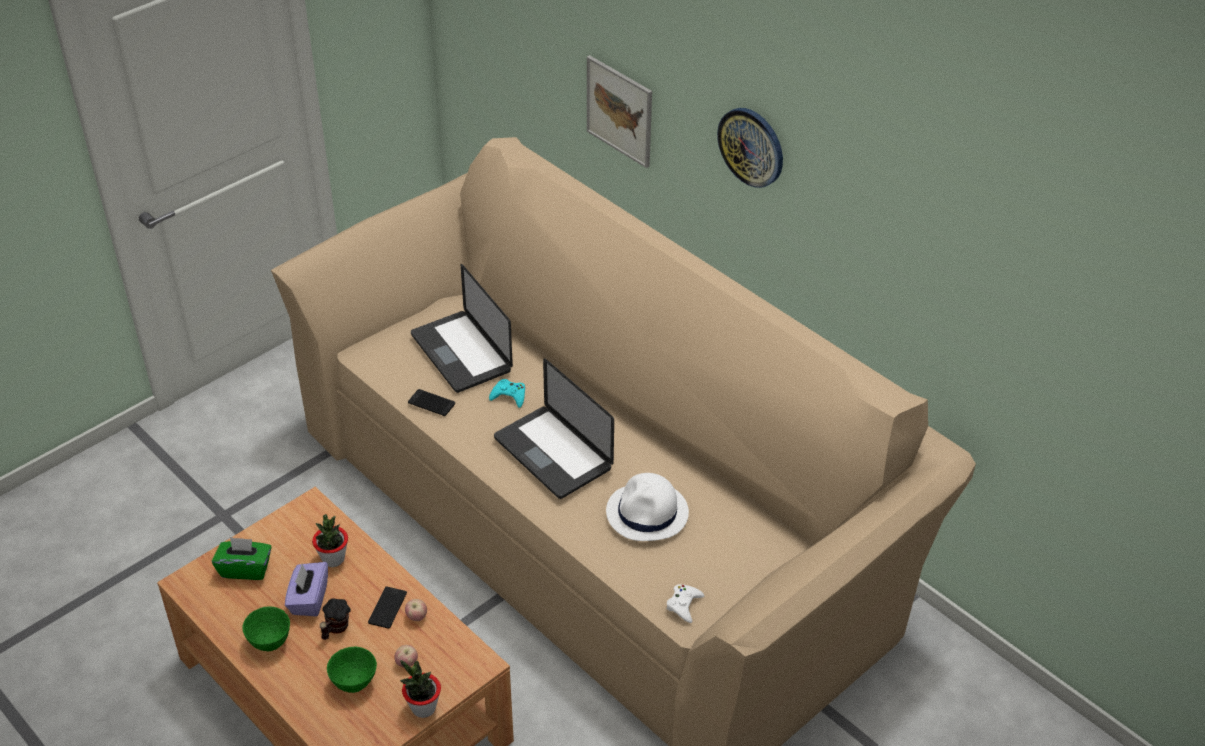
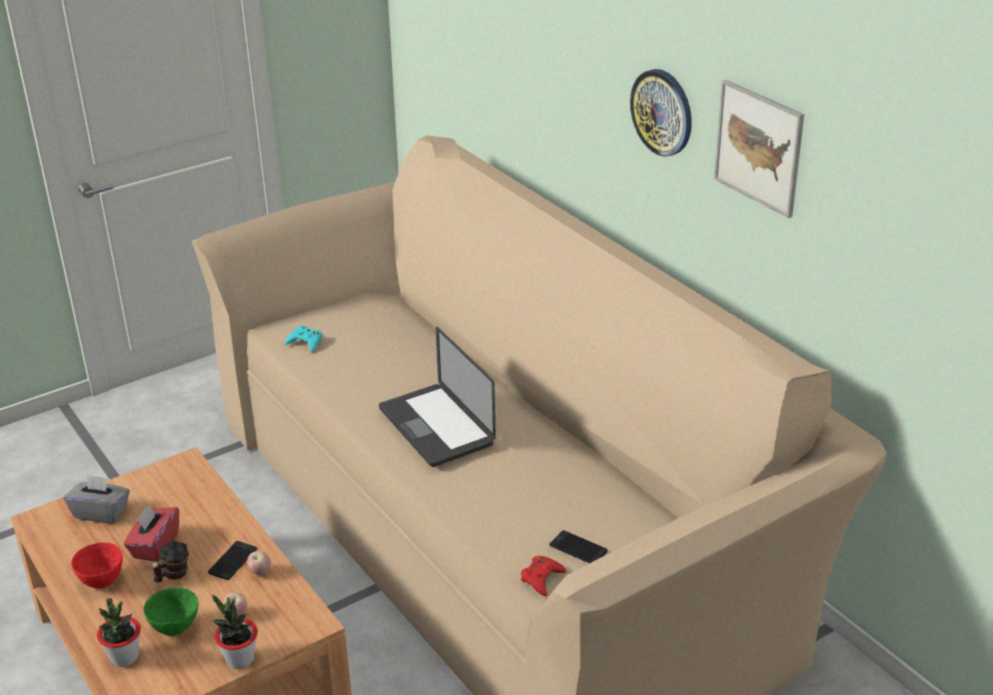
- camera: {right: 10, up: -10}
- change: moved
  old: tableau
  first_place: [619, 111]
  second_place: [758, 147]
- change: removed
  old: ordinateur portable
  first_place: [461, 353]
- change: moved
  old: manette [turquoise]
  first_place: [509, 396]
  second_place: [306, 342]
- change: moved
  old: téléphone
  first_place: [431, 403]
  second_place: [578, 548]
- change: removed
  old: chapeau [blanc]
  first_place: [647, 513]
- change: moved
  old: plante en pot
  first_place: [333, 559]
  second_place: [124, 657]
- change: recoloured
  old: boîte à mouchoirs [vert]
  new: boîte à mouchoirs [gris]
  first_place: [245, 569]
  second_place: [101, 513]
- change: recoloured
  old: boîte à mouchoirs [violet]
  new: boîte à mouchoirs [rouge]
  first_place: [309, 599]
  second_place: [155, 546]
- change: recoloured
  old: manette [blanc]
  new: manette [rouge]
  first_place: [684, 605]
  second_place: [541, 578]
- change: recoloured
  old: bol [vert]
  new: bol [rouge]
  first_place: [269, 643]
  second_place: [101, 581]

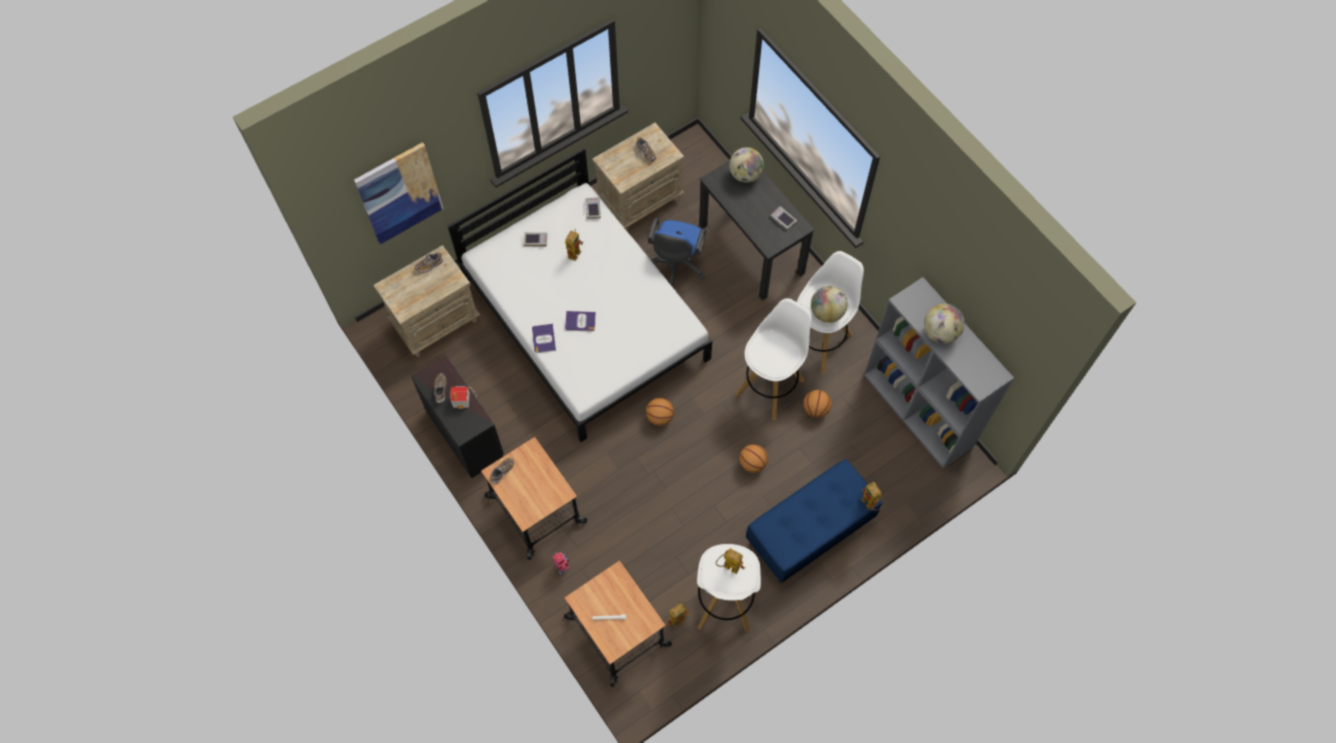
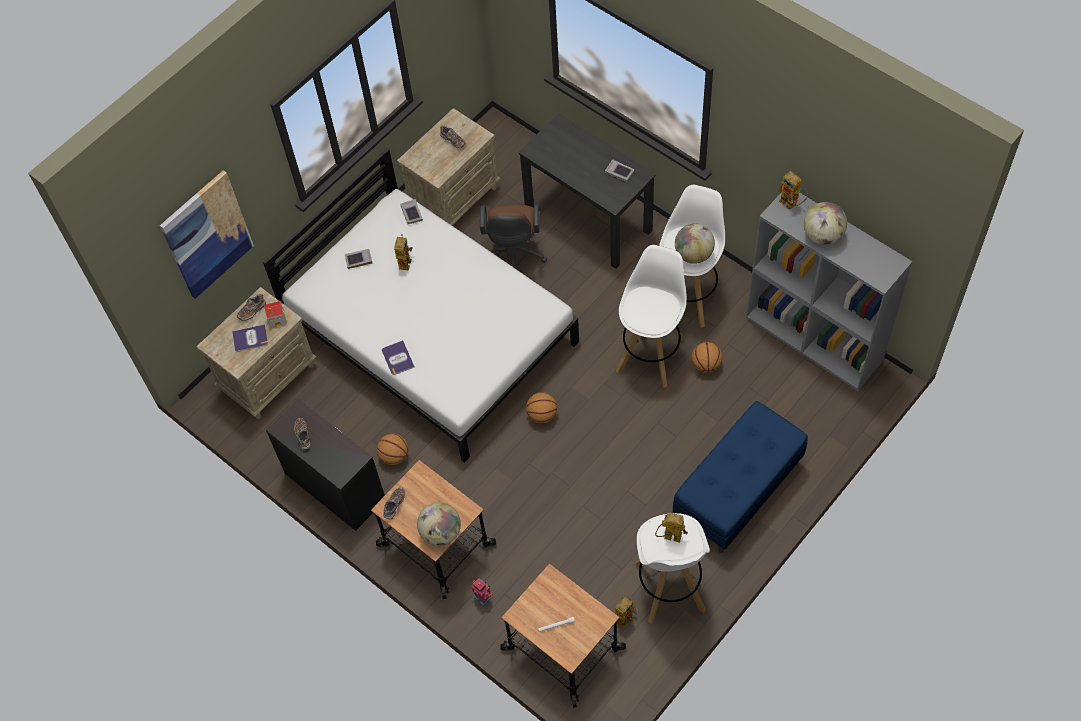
- camera: {right: -10, up: -5}
- change: moved
  old: globe
  first_place: [745, 175]
  second_place: [441, 533]
- change: recoloured
  old: chaise de bureau [bleu]
  new: chaise de bureau [marron]
  first_place: [676, 266]
  second_place: [513, 256]
- change: moved
  old: livre
  first_place: [580, 321]
  second_place: [250, 338]
- change: moved
  old: maison miniature
  first_place: [461, 400]
  second_place: [277, 318]
- change: moved
  old: ballon de basket
  first_place: [752, 463]
  second_place: [394, 456]
- change: moved
  old: robot jouet
  first_place: [871, 504]
  second_place: [792, 203]

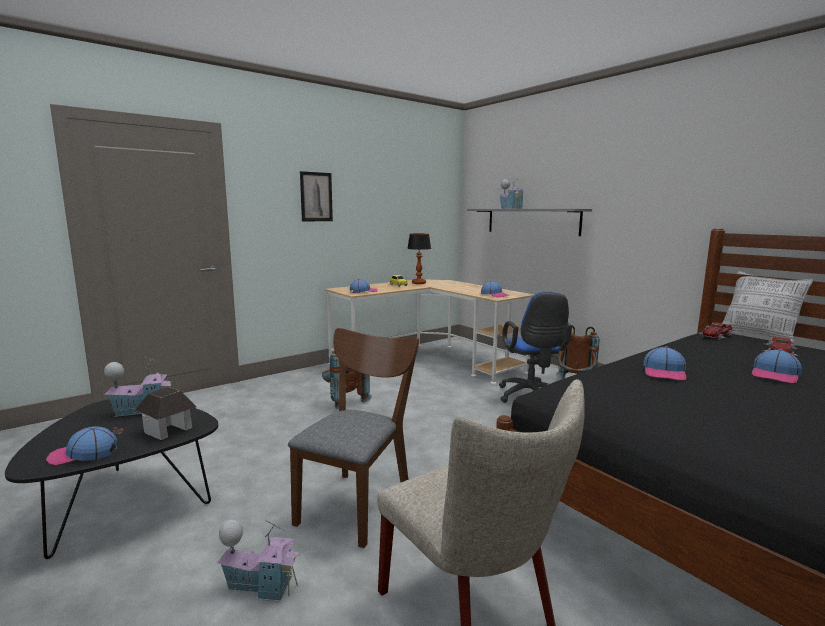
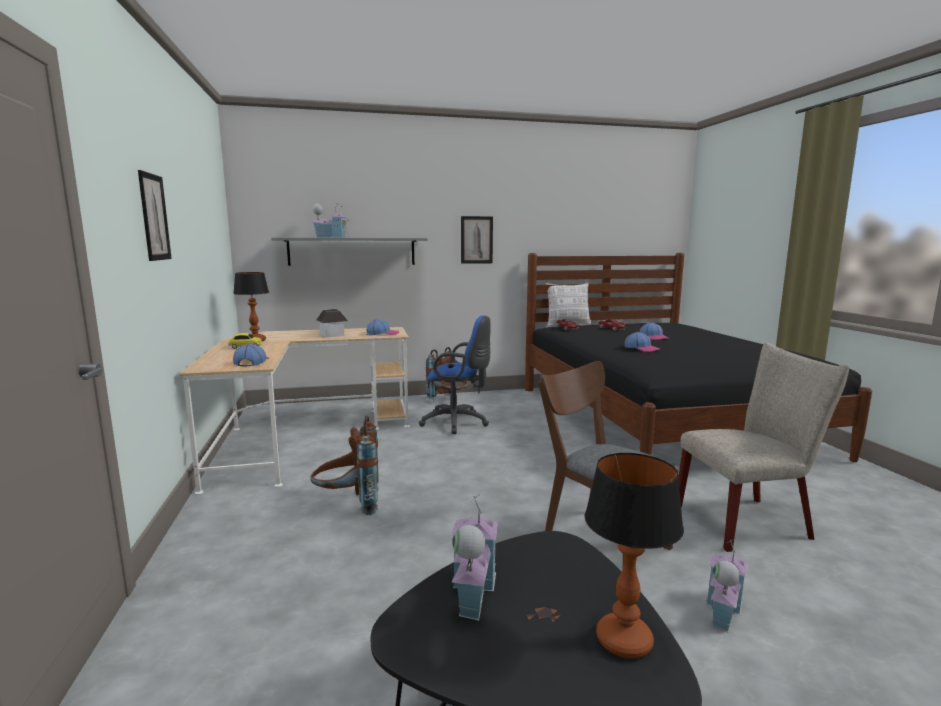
- camera: {right: -65, up: 0}
- change: moved
  old: maison miniature
  first_place: [168, 430]
  second_place: [332, 335]
- change: replaced
  old: casquette
  new: lampe de table
  first_place: [83, 454]
  second_place: [624, 640]
- change: added
  new: tableau
  second_place: [476, 240]

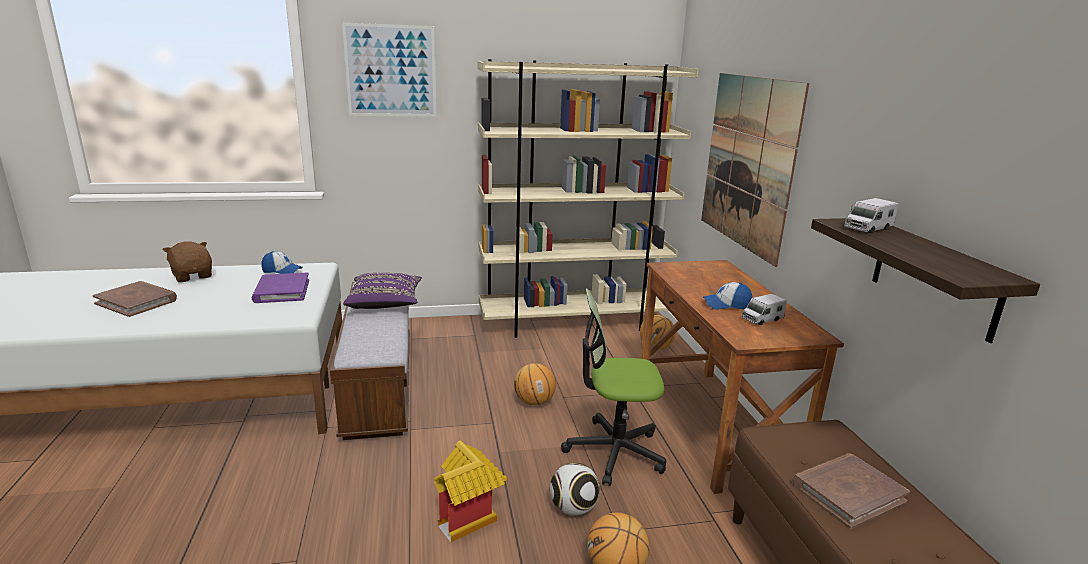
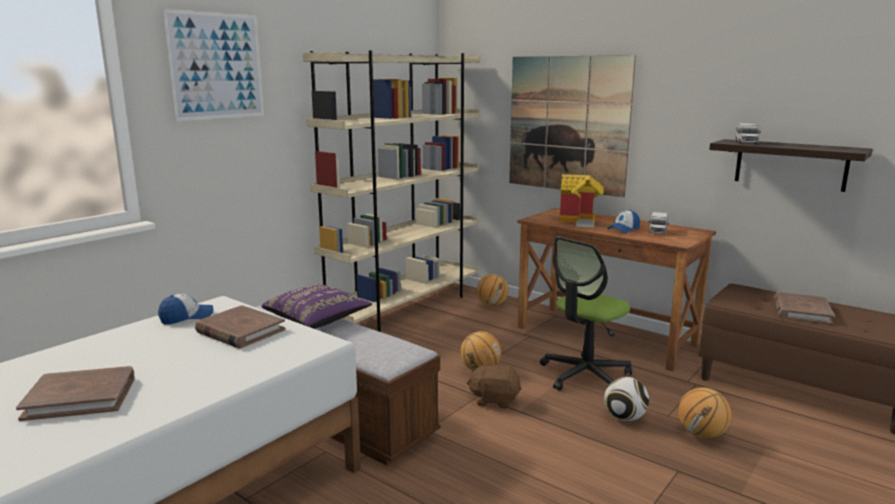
- camera: {right: -40, up: -5}
- change: moved
  old: peluche [marron]
  first_place: [193, 276]
  second_place: [494, 400]
- change: recoloured
  old: livre [violet]
  new: livre [marron]
  first_place: [282, 291]
  second_place: [240, 331]
- change: moved
  old: maison miniature
  first_place: [469, 518]
  second_place: [582, 222]

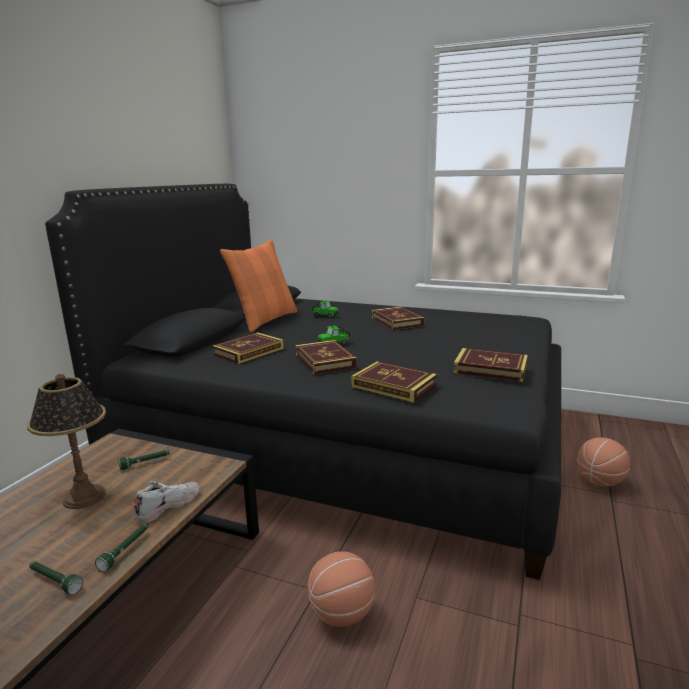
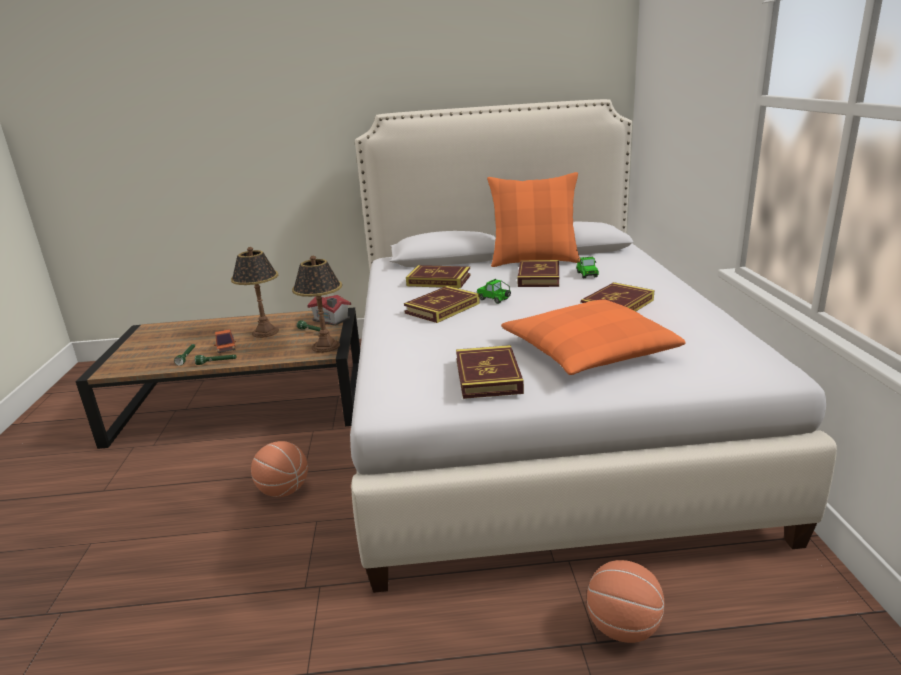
- camera: {right: 65, up: 5}
- change: recoloured
  old: lit [noir]
  new: lit [blanc]
  first_place: [344, 439]
  second_place: [531, 414]
- change: moved
  old: livre
  first_place: [394, 386]
  second_place: [539, 277]
- change: removed
  old: chaussure [blanc]
  first_place: [168, 506]
- change: added
  new: lampe de table
  second_place: [325, 346]
- change: added
  new: maison miniature
  second_place: [331, 320]
- change: added
  new: coussin [orange]
  second_place: [588, 352]
- change: added
  new: camion jouet
  second_place: [226, 348]

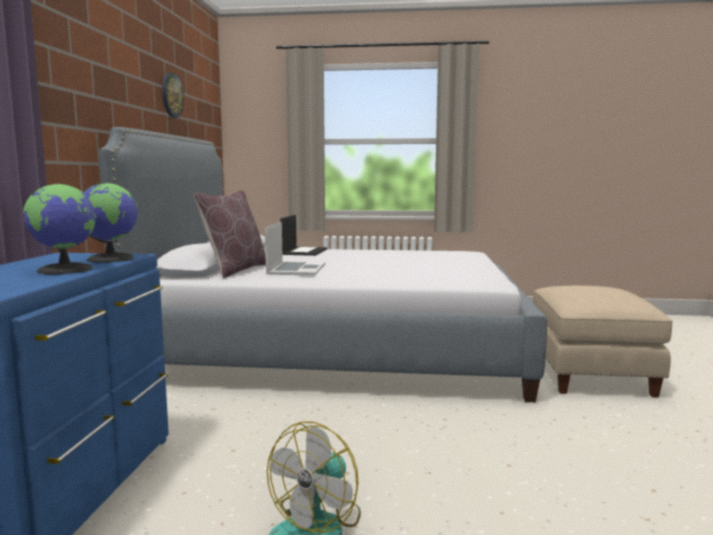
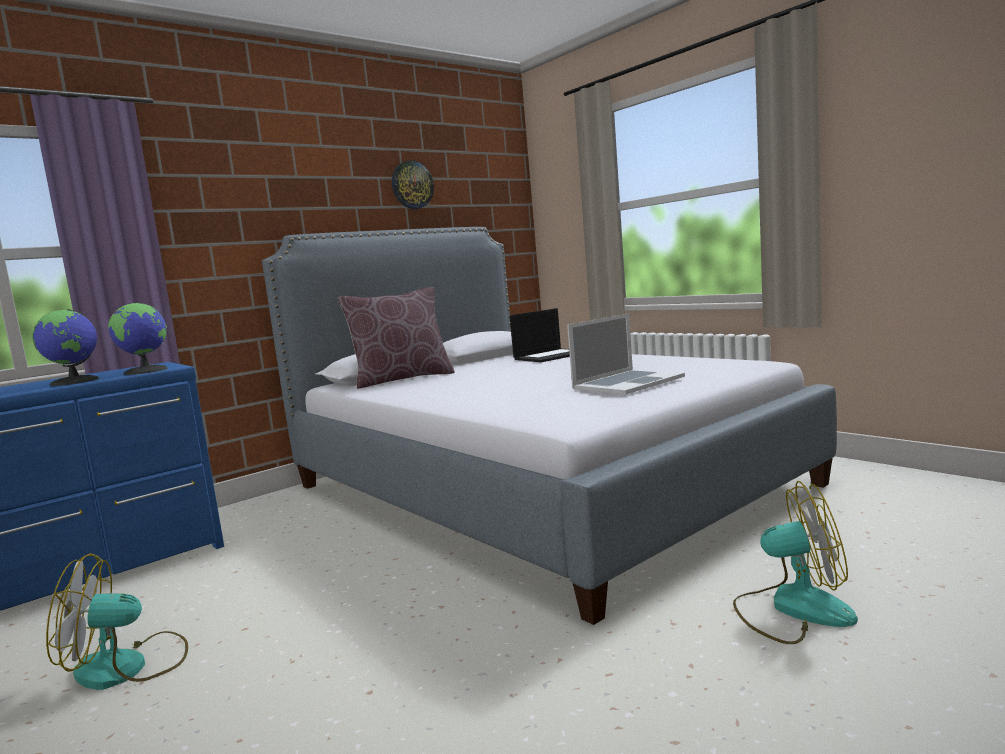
- camera: {right: 45, up: 0}
- change: moved
  old: ordinateur portable
  first_place: [296, 269]
  second_place: [627, 382]
- change: replaced
  old: pouf [beige]
  new: ventilateur
  first_place: [588, 373]
  second_place: [792, 609]

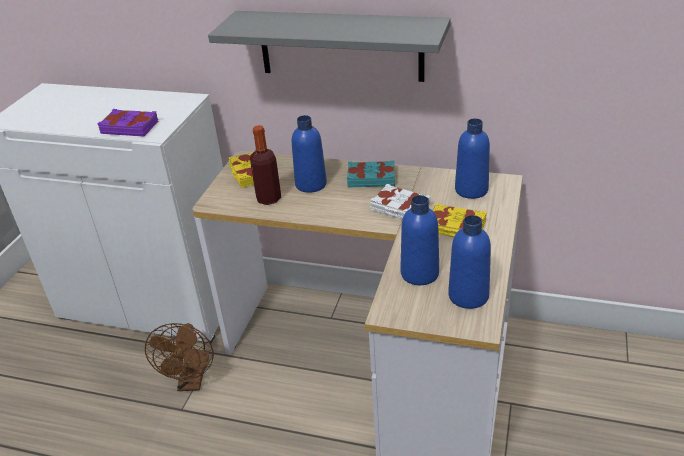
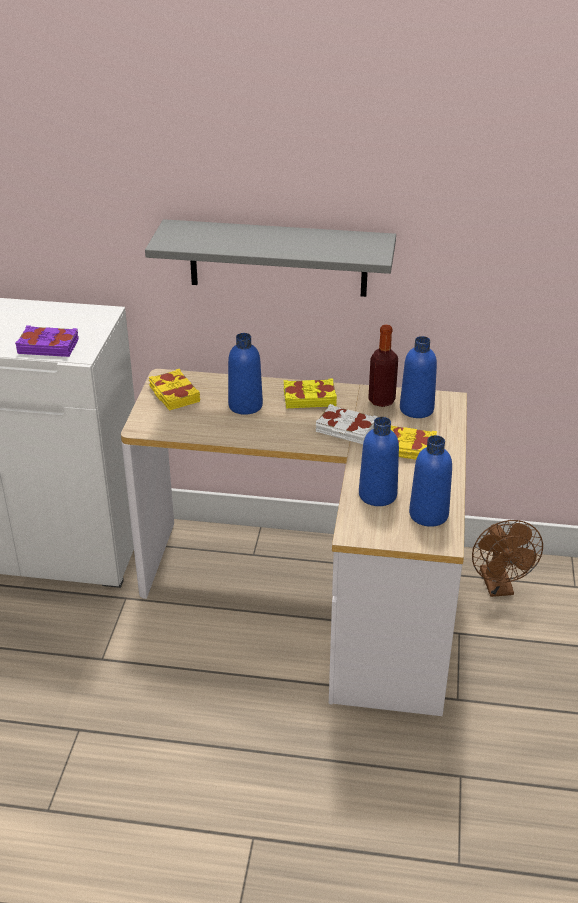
- camera: {right: -10, up: 0}
- change: moved
  old: bouteille
  first_place: [269, 199]
  second_place: [381, 400]
- change: recoloured
  old: livre [turquoise]
  new: livre [jaune]
  first_place: [371, 178]
  second_place: [309, 398]
- change: moved
  old: ventilateur [marron]
  first_place: [191, 382]
  second_place: [499, 587]

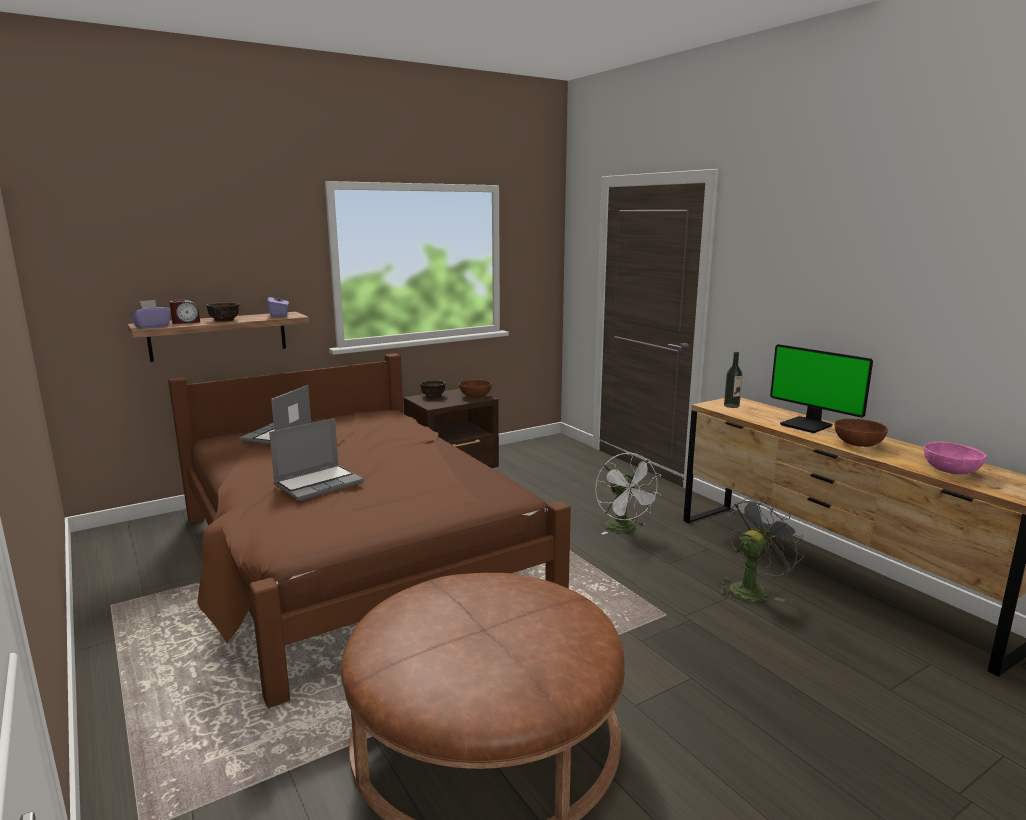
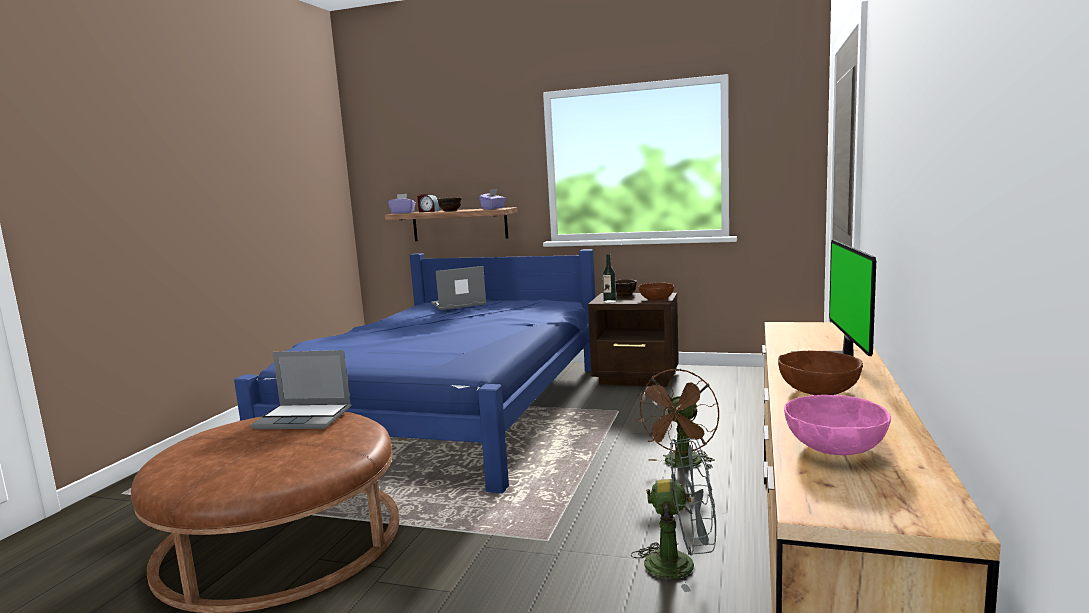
- camera: {right: 50, up: -5}
- change: moved
  old: bouteille
  first_place: [731, 406]
  second_place: [610, 301]
- change: recoloured
  old: lit [marron]
  new: lit [bleu]
  first_place: [354, 556]
  second_place: [450, 411]
- change: moved
  old: ordinateur portable
  first_place: [319, 484]
  second_place: [305, 418]
- change: recoloured
  old: ventilateur [blanc]
  new: ventilateur [marron]
  first_place: [625, 529]
  second_place: [681, 464]

